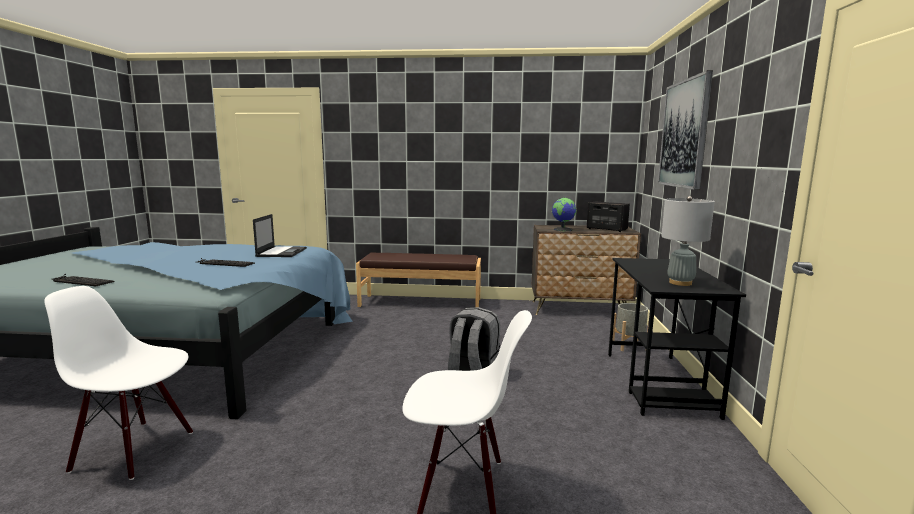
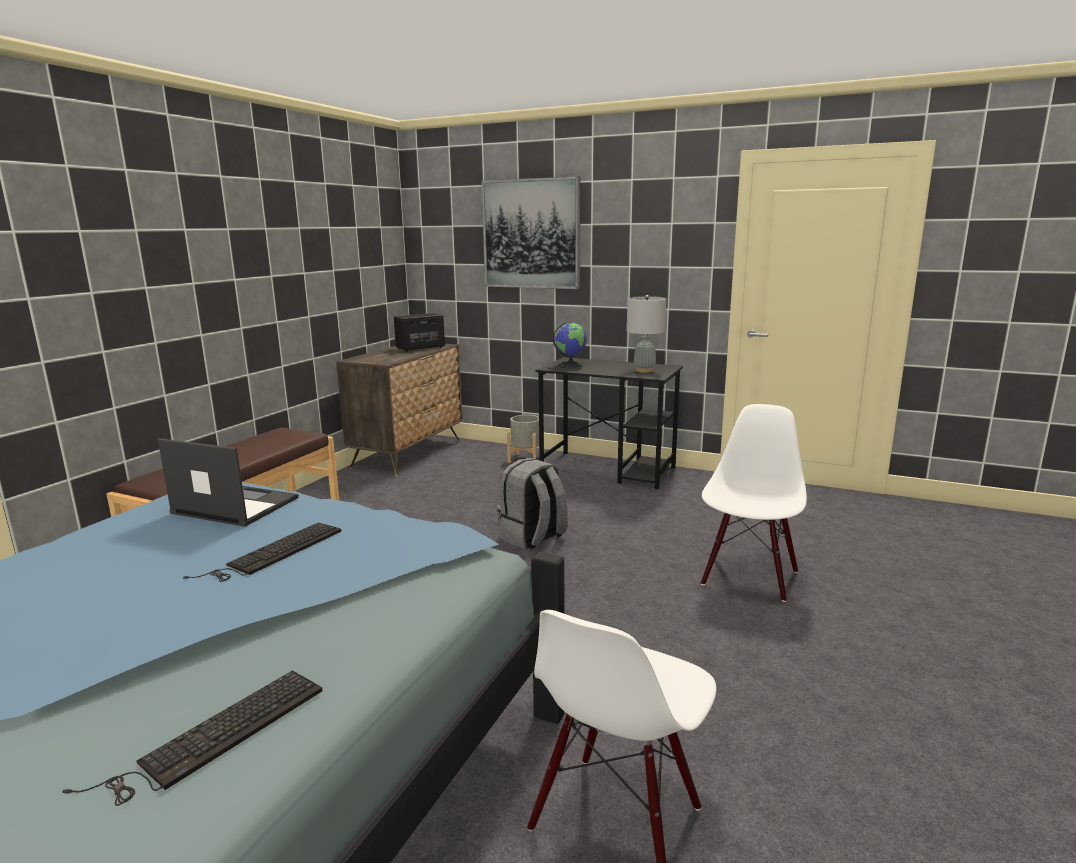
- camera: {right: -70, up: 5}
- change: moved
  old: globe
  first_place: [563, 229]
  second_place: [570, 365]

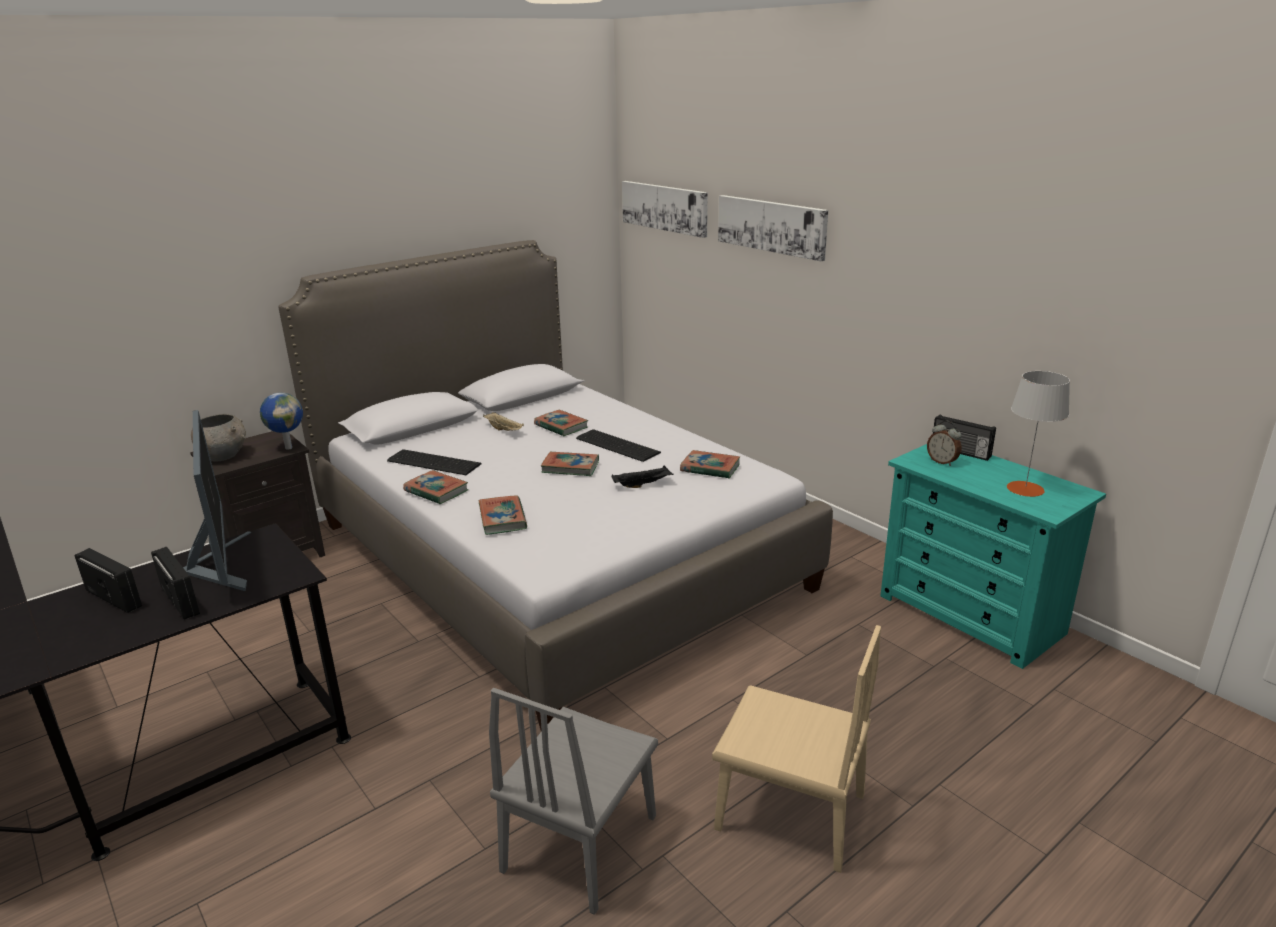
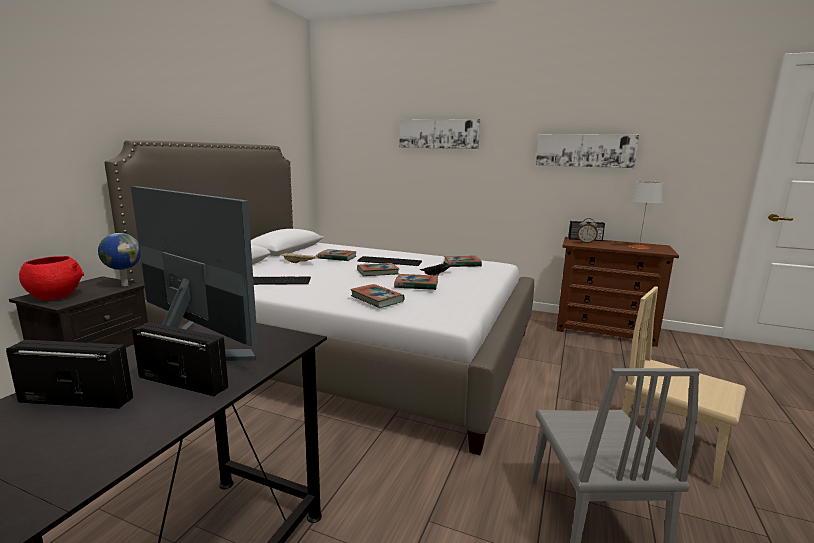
- camera: {right: -30, up: -10}
- change: moved
  old: tableau
  first_place: [665, 207]
  second_place: [585, 150]
- change: recoloured
  old: bol [gris]
  new: bol [rouge]
  first_place: [223, 456]
  second_place: [55, 296]
- change: recoloured
  old: commode [turquoise]
  new: commode [marron]
  first_place: [971, 615]
  second_place: [604, 330]
- change: moved
  old: livre
  first_place: [436, 491]
  second_place: [416, 285]
- change: turned
  old: chaise [beige]
  first_place: [790, 812]
  second_place: [671, 447]
  degrees: -135

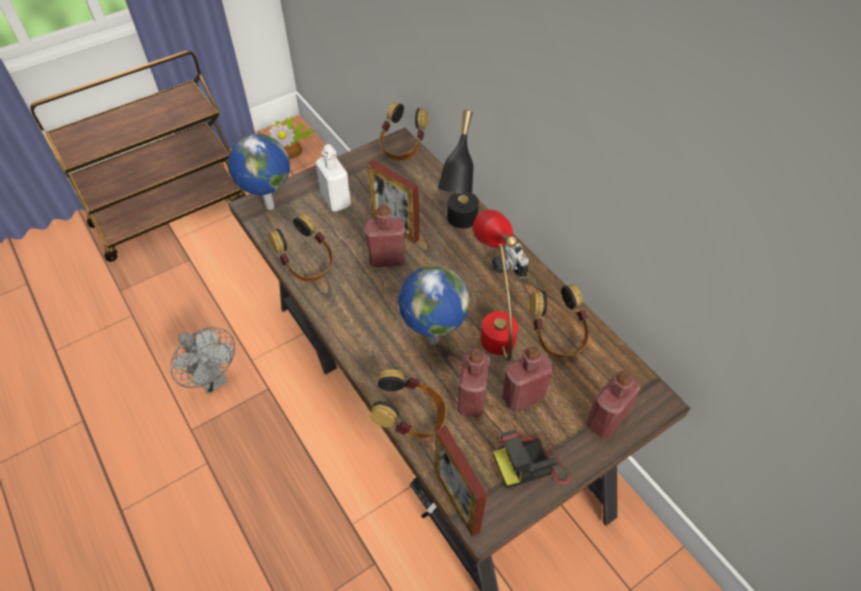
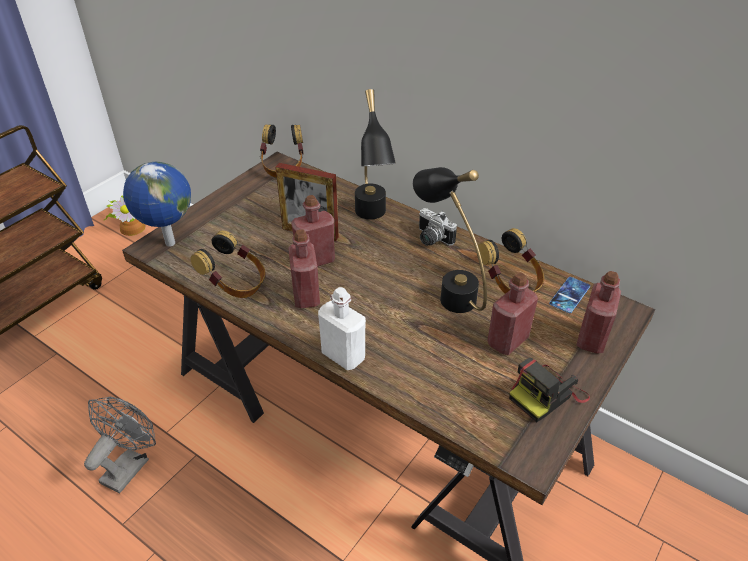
- camera: {right: -20, up: -10}
- change: moved
  old: bouteille [blanc]
  first_place: [336, 200]
  second_place: [343, 355]
- change: recoloured
  old: lampe de table [rouge]
  new: lampe de table [noir]
  first_place: [493, 325]
  second_place: [447, 289]
- change: removed
  old: globe
  first_place: [432, 339]
- change: turned
  old: ventilateur [gris]
  first_place: [213, 380]
  second_place: [129, 465]
  degrees: -90
- change: moved
  old: bouteille [rouge]
  first_place: [471, 399]
  second_place: [306, 296]
- change: removed
  old: casque audio
  first_place: [411, 419]
- change: removed
  old: cadre photo
  first_place: [457, 501]
- change: added
  new: téléphone
  second_place: [569, 295]

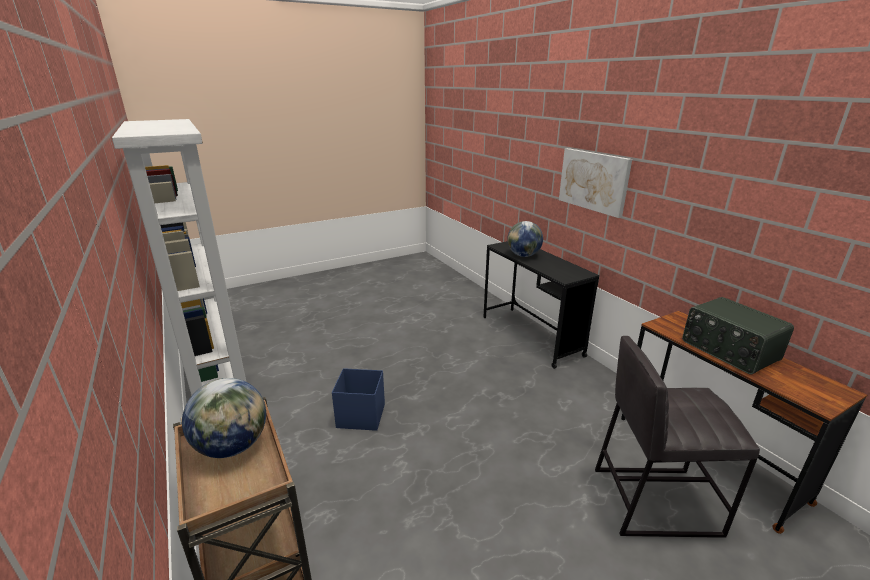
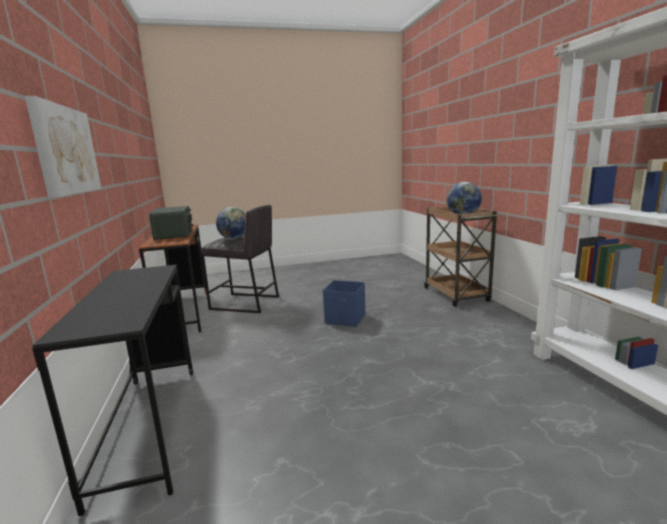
- camera: {right: -165, up: -10}
- change: moved
  old: globe
  first_place: [523, 255]
  second_place: [234, 239]
- change: moved
  old: boîte de rangement [bleu]
  first_place: [360, 416]
  second_place: [345, 319]

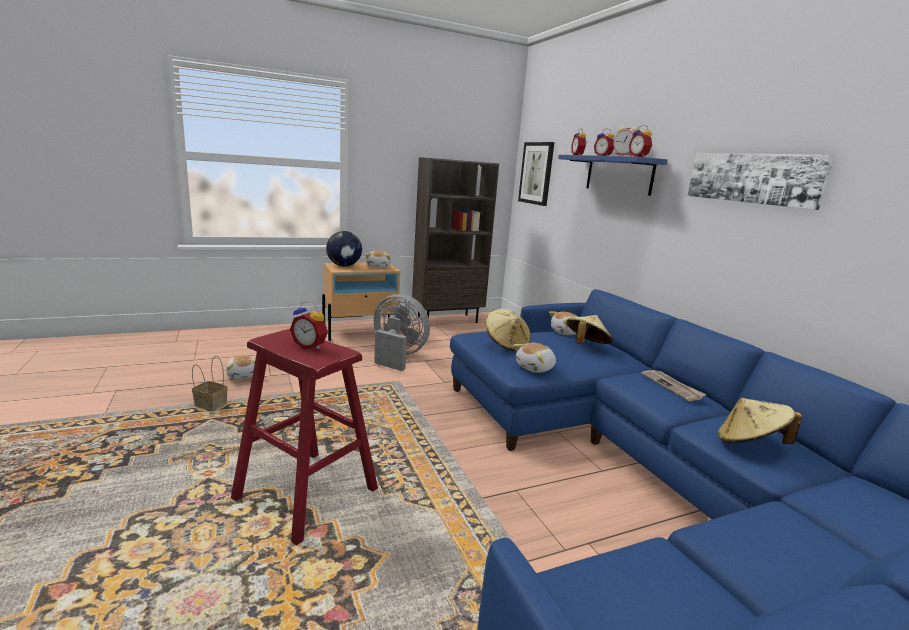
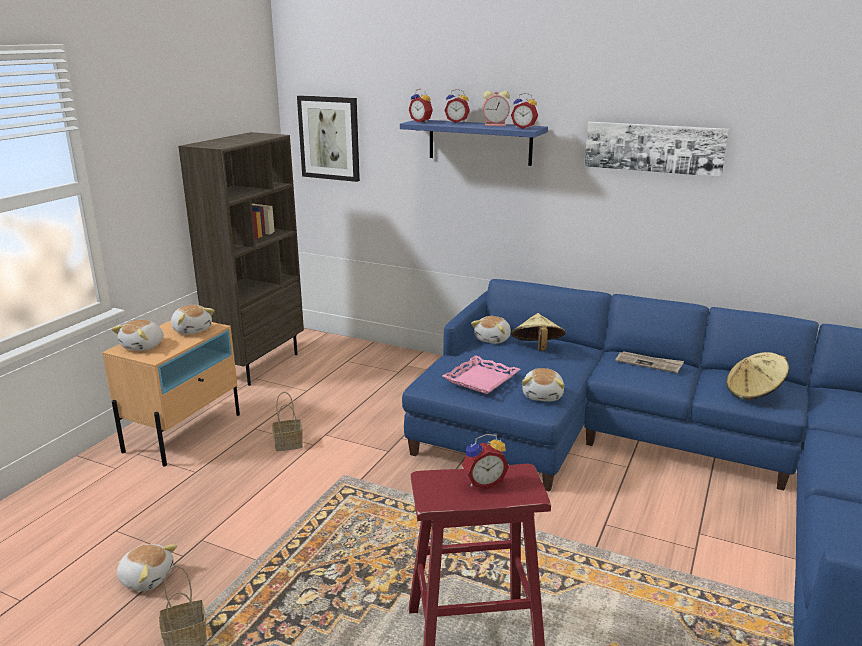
- camera: {right: -40, up: 5}
- change: replaced
  old: globe
  new: peluche
  first_place: [344, 266]
  second_place: [144, 346]
- change: replaced
  old: ventilateur [gris]
  new: panier
  first_place: [397, 356]
  second_place: [287, 444]
- change: replaced
  old: chapeau [beige]
  new: plateau [rose]
  first_place: [506, 344]
  second_place: [480, 379]

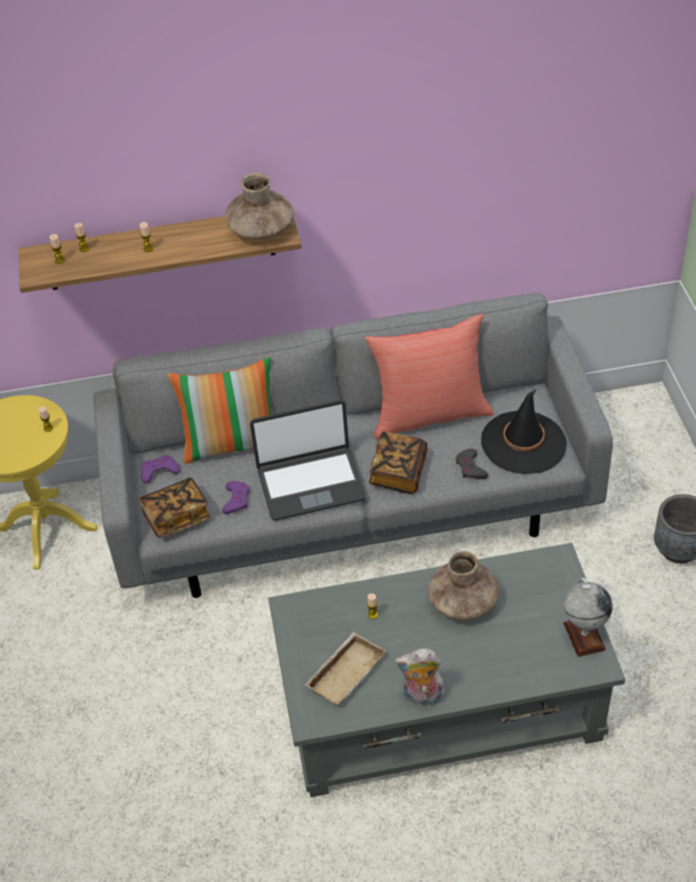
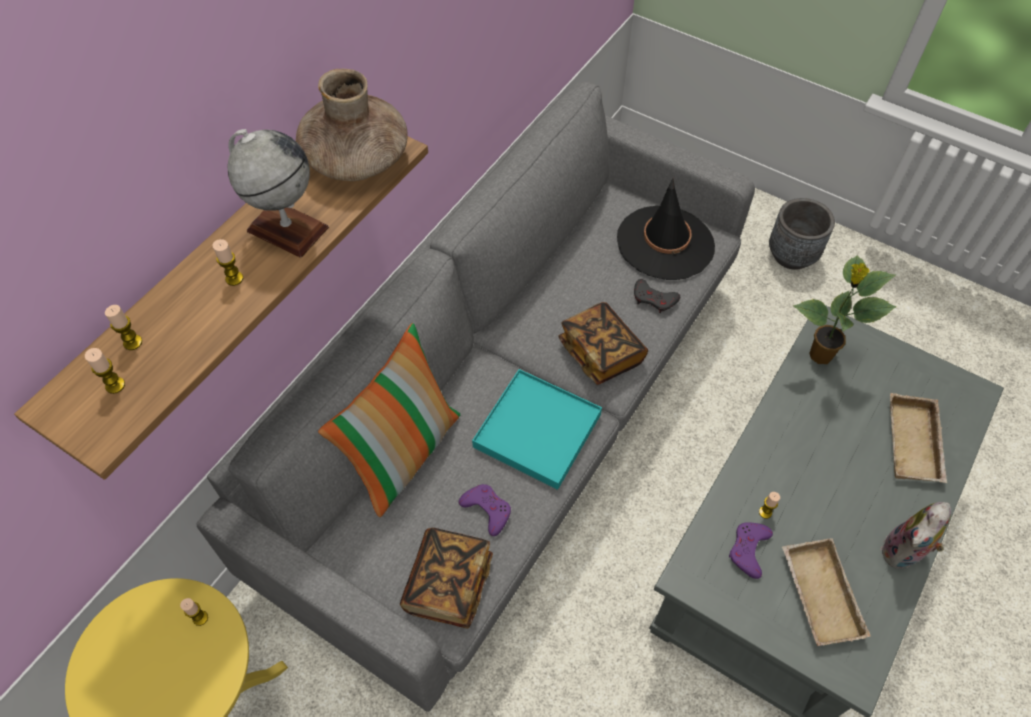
- camera: {right: -50, up: 10}
- change: removed
  old: coussin [rouge]
  first_place: [430, 414]
- change: replaced
  old: ordinateur portable
  new: plateau [turquoise]
  first_place: [310, 483]
  second_place: [537, 430]
- change: moved
  old: manette [violet]
  first_place: [159, 471]
  second_place: [748, 550]
- change: removed
  old: vase [marron]
  first_place: [462, 601]
- change: moved
  old: globe
  first_place: [584, 636]
  second_place: [287, 229]
- change: added
  new: plante en pot
  second_place: [819, 356]
- change: added
  new: plateau [beige]
  second_place: [915, 444]

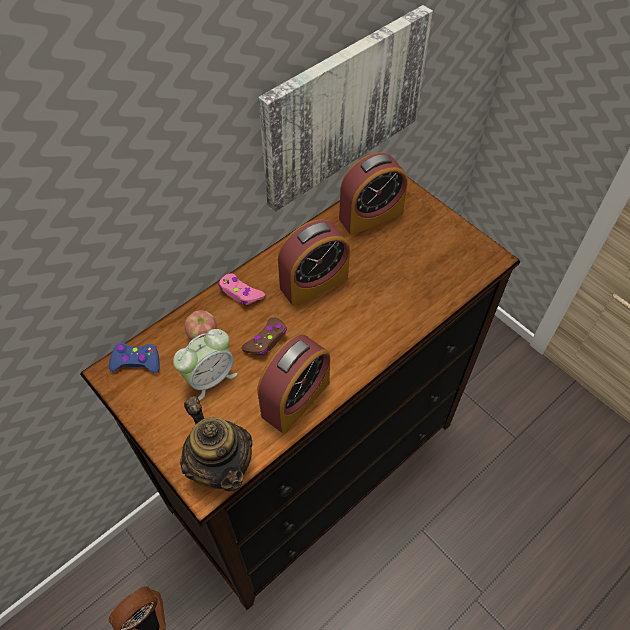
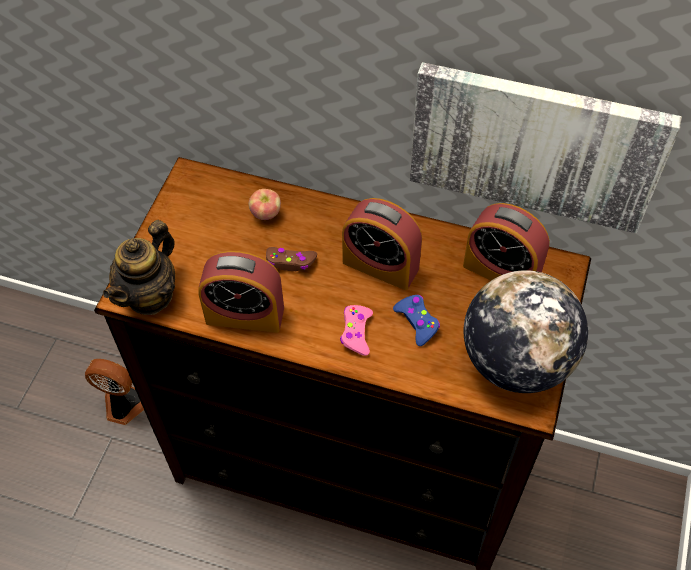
- camera: {right: 60, up: 0}
- change: moved
  old: manette [rose]
  first_place: [240, 293]
  second_place: [356, 333]
- change: removed
  old: réveil
  first_place: [209, 378]
- change: moved
  old: manette [bleu]
  first_place: [136, 361]
  second_place: [417, 322]
- change: added
  new: globe
  second_place: [515, 361]

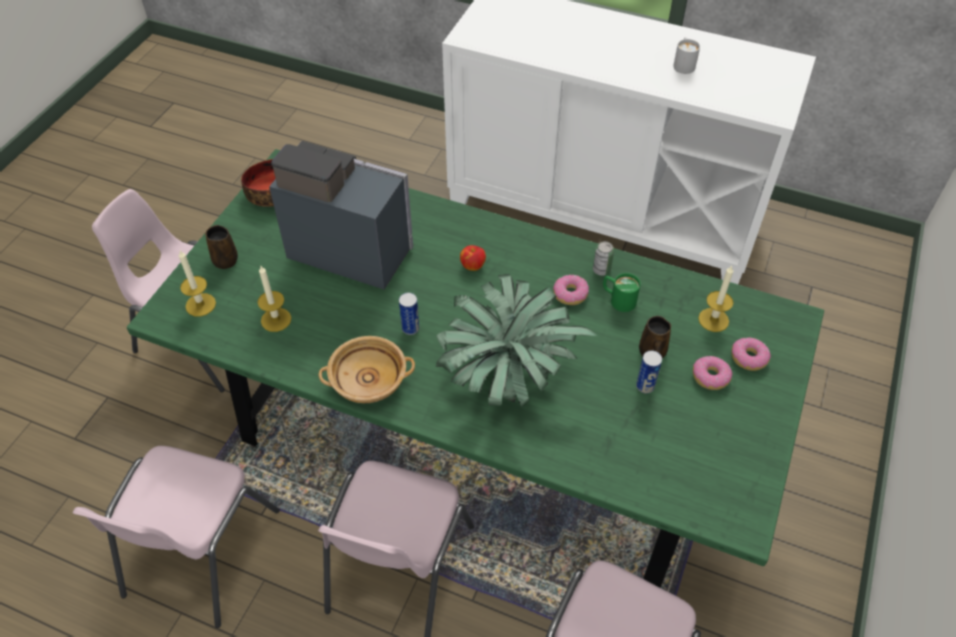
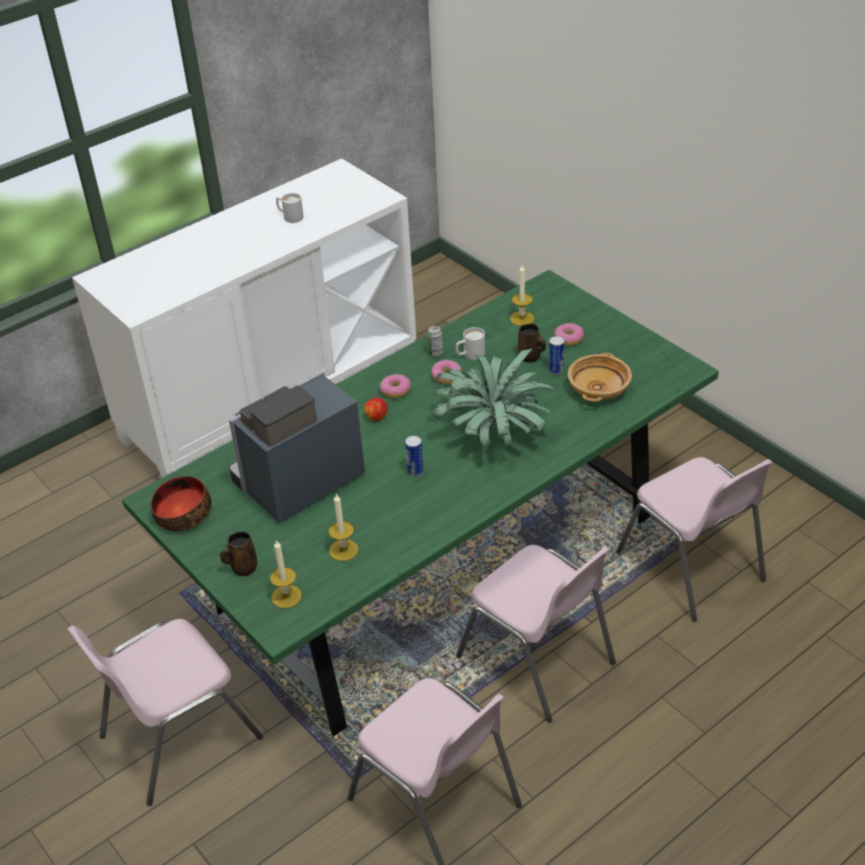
- camera: {right: -60, up: -10}
- change: recoloured
  old: mug [vert]
  new: mug [blanc]
  first_place: [618, 299]
  second_place: [470, 355]
- change: moved
  old: bol [beige]
  first_place: [368, 382]
  second_place: [599, 390]
- change: moved
  old: beignet
  first_place: [749, 358]
  second_place: [396, 390]

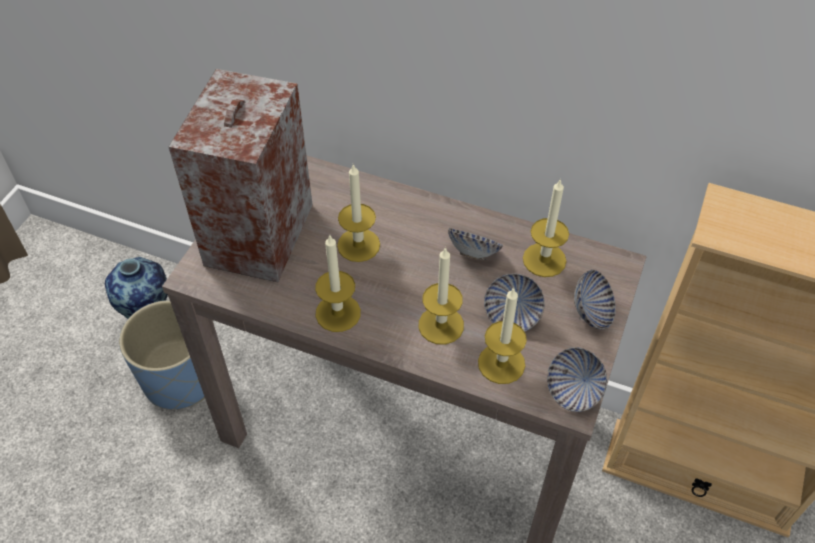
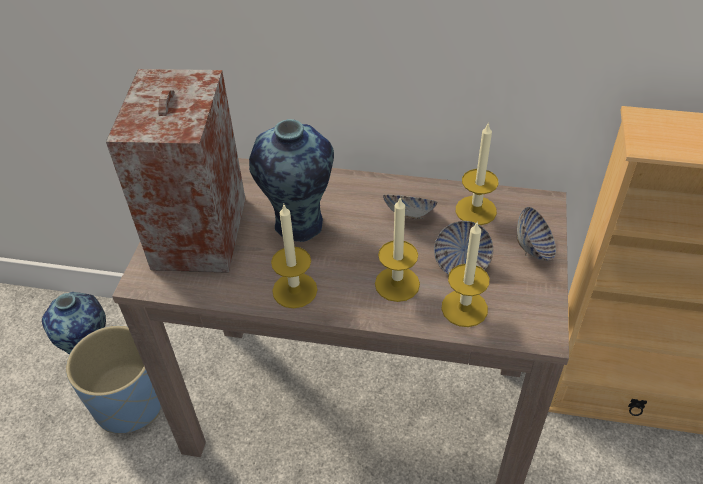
- camera: {right: -10, up: -5}
- change: replaced
  old: bougie
  new: vase
  first_place: [358, 245]
  second_place: [298, 226]
- change: removed
  old: bol
  first_place: [573, 391]

